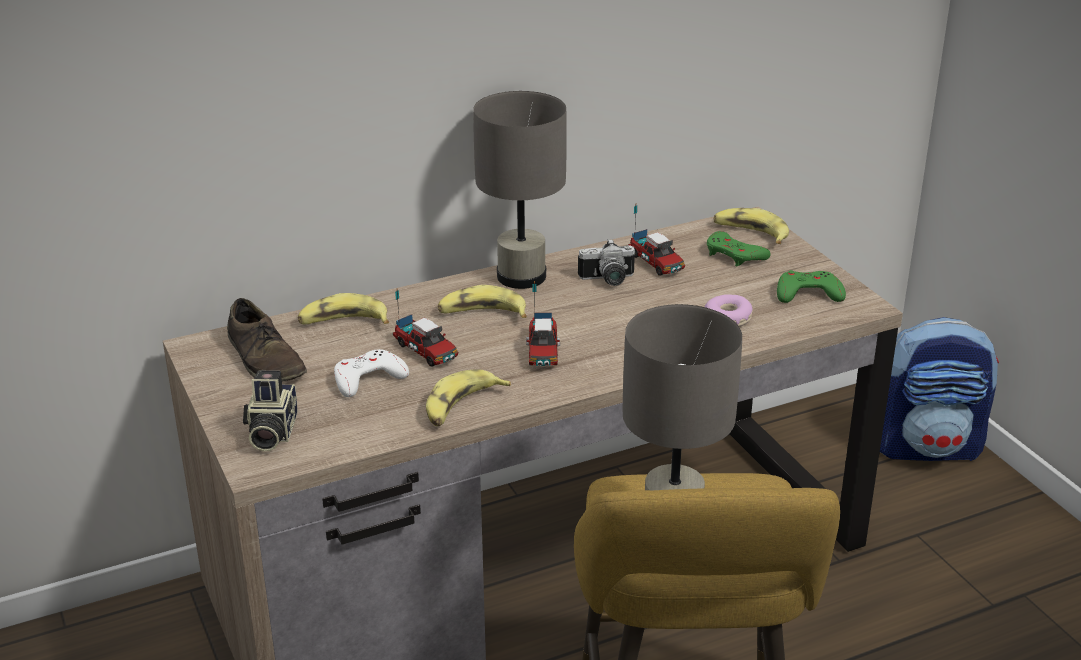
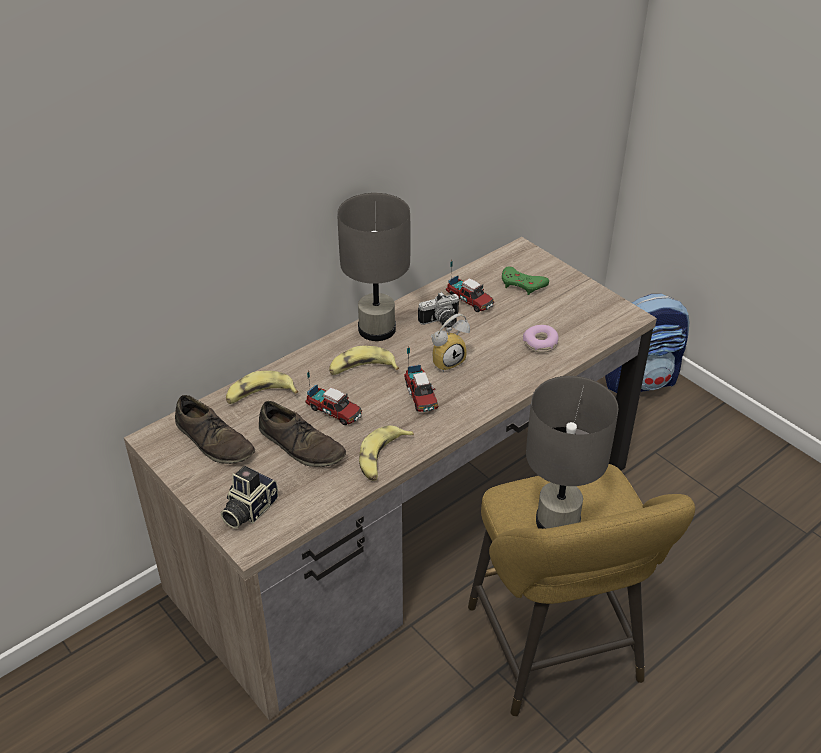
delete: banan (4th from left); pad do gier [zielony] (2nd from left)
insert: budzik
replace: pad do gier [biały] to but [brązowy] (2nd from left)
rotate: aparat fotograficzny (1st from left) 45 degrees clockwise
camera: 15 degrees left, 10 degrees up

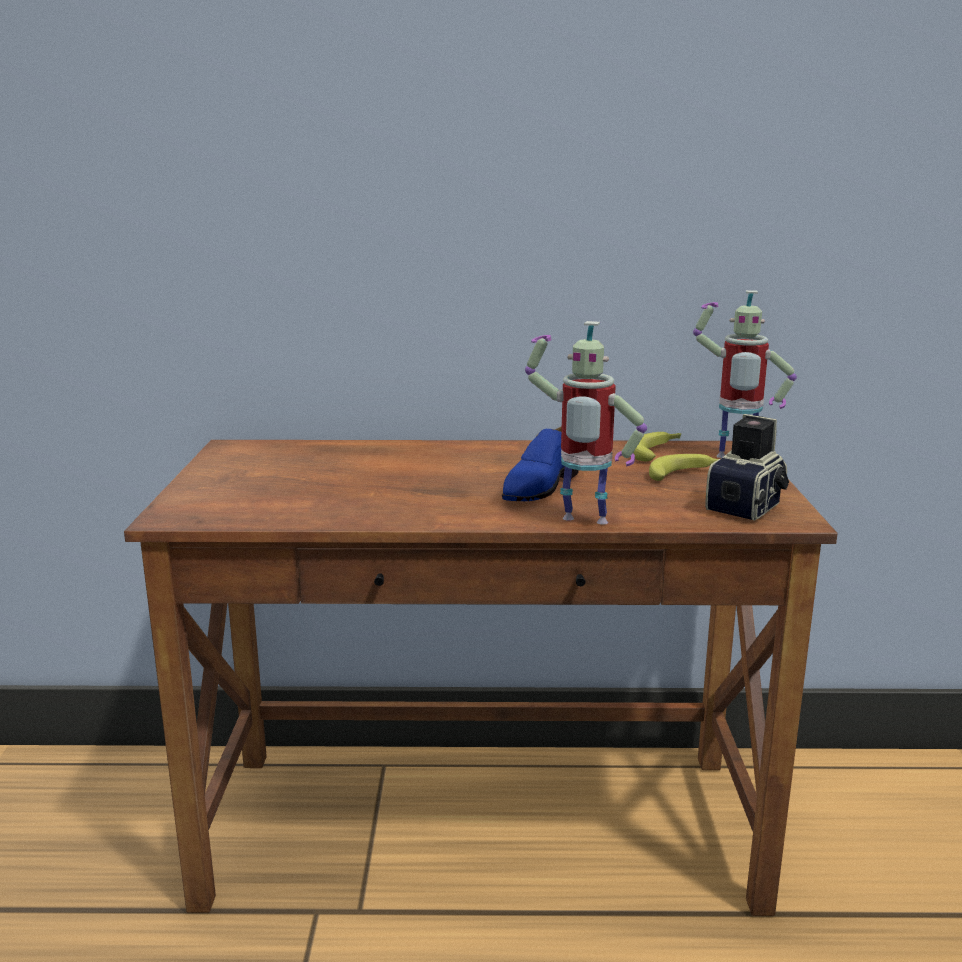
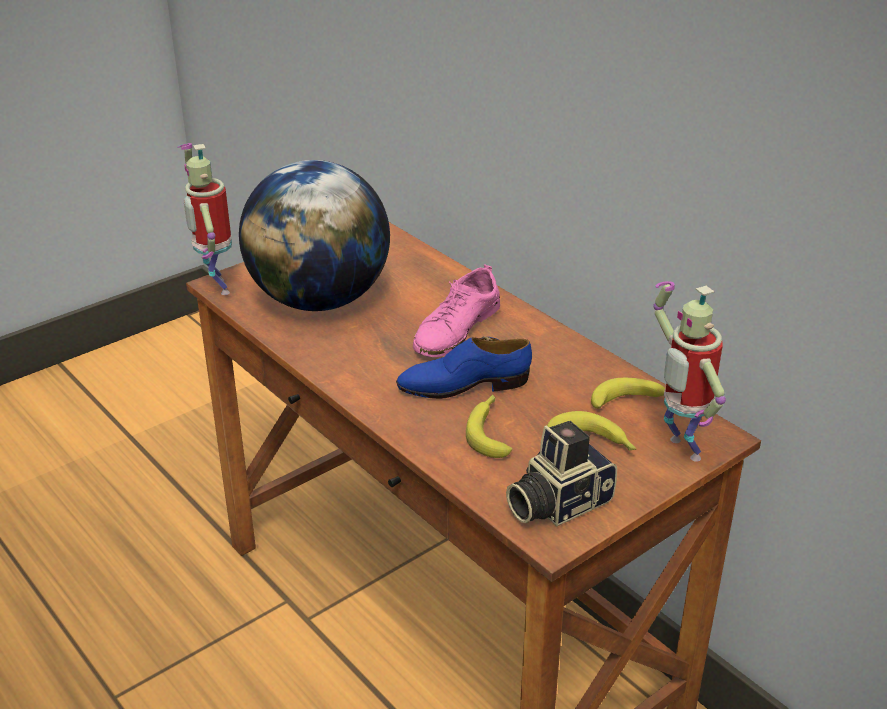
insert: globus; but [różowy]; banan (1st from left)
move: robot zabawkowy (1st from left)
rotate: aparat fotograficzny 150 degrees clockwise
camera: 50 degrees right, 15 degrees up

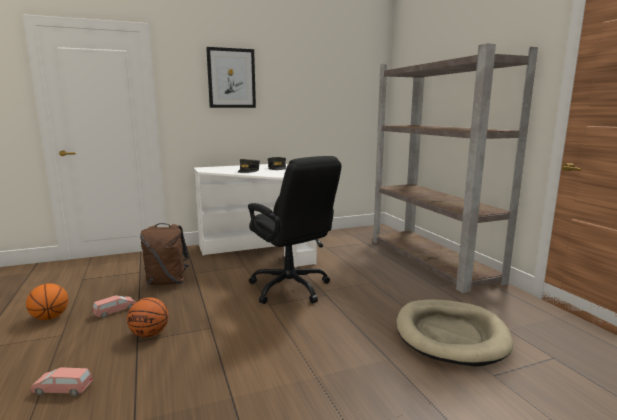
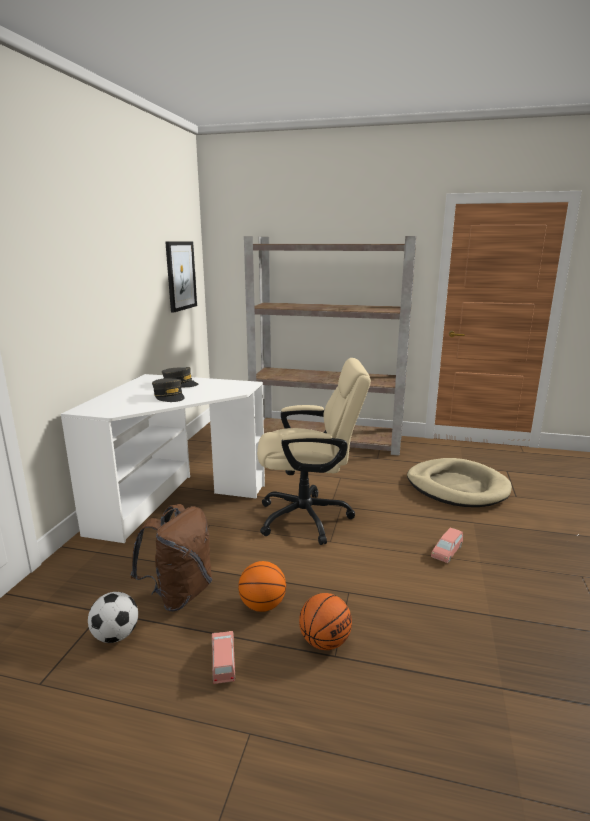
insert: piłka futbolowa
move: obraz; piłka do koszykówki (1st from left); samochodzik [różowy] (1st from left in the first image) to samochodzik [różowy] (2nd from left)
recolor: krzesło biurowe [czarny] to krzesło biurowe [beżowy]
camera: 55 degrees left, 5 degrees up

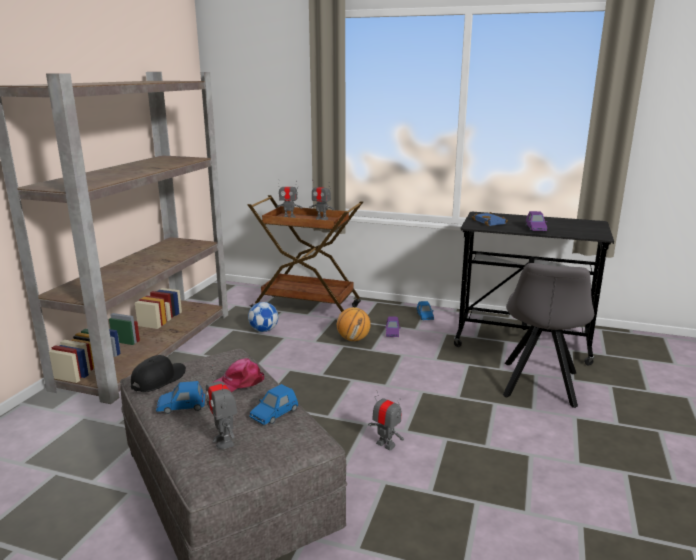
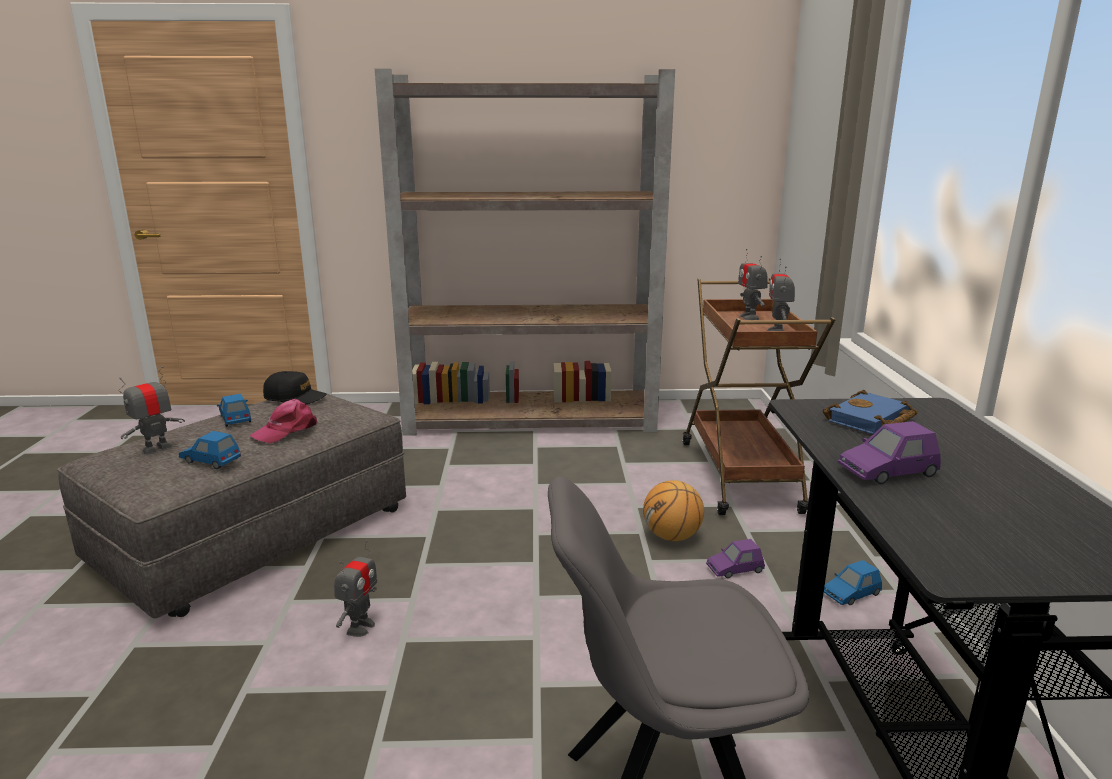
delete: piłka futbolowa
rotate: czapka z daszkiem [różowy] 90 degrees counterclockwise
camera: 70 degrees right, 0 degrees up

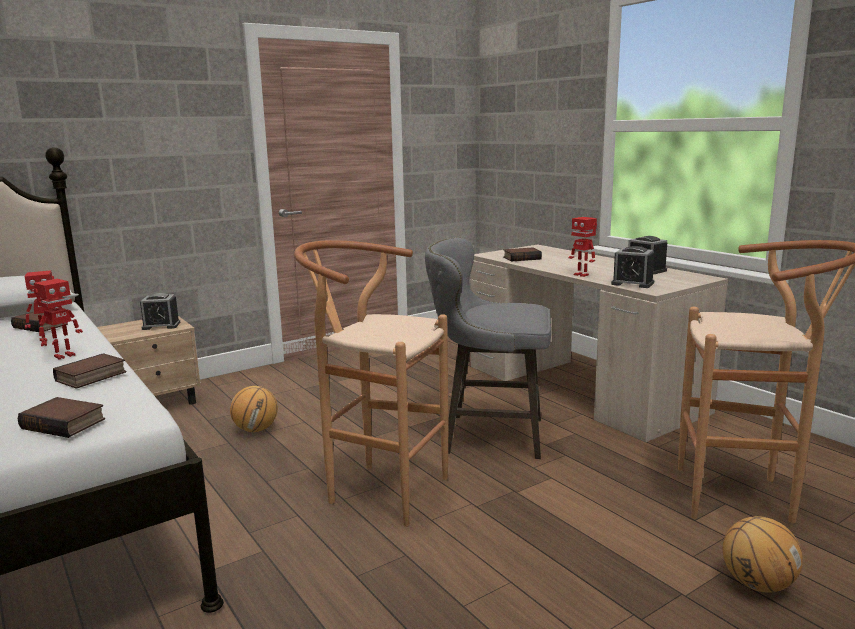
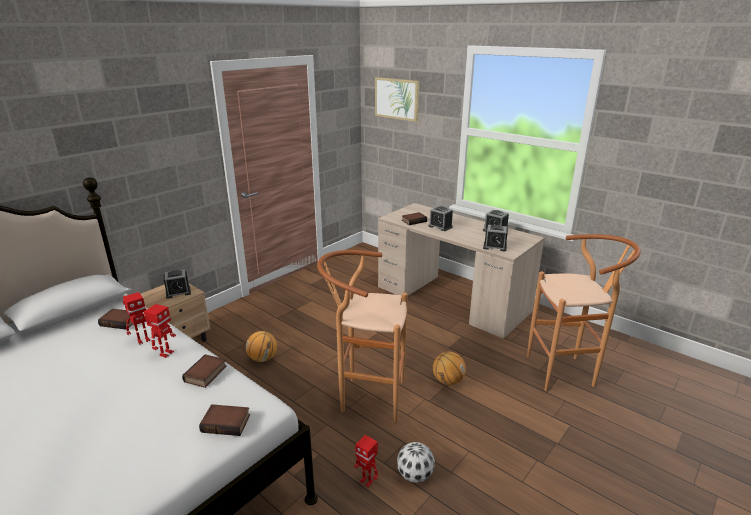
delete: stołek [szary]
insert: obraz; budzik (2nd from left); piłka futbolowa
move: robot zabawkowy (3rd from left); piłka do koszykówki (2nd from left)
camera: 15 degrees left, 10 degrees up

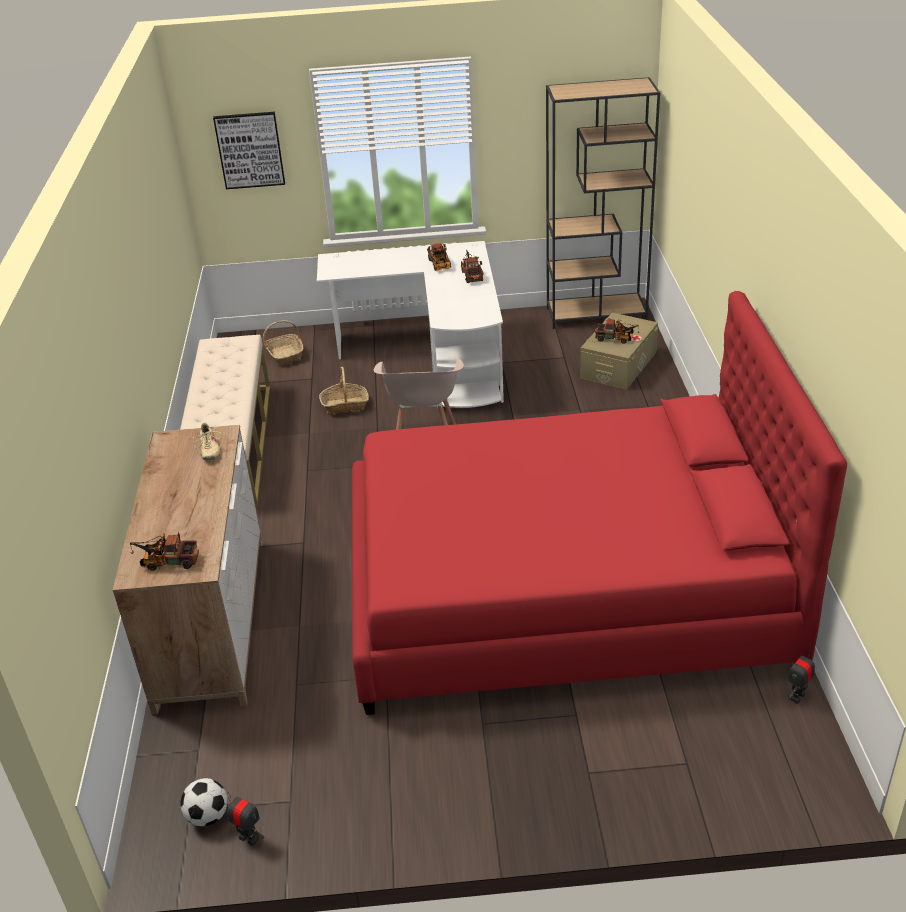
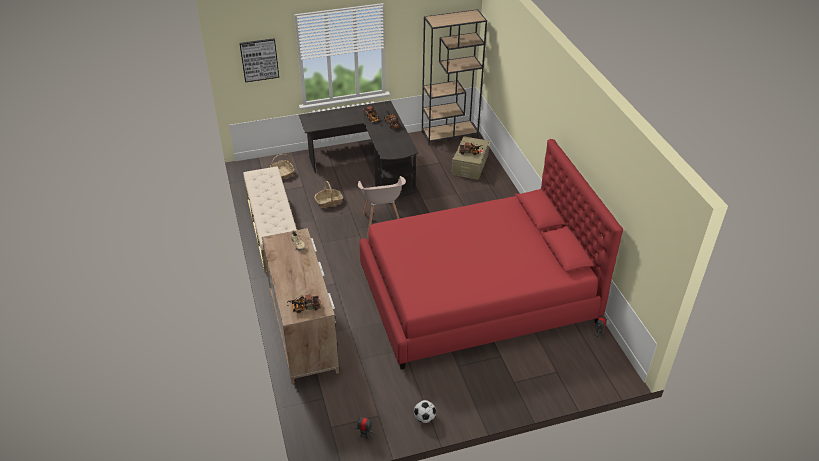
move: piłka futbolowa
recolor: biurko [biały] to biurko [czarny]
camera: 15 degrees left, 5 degrees up

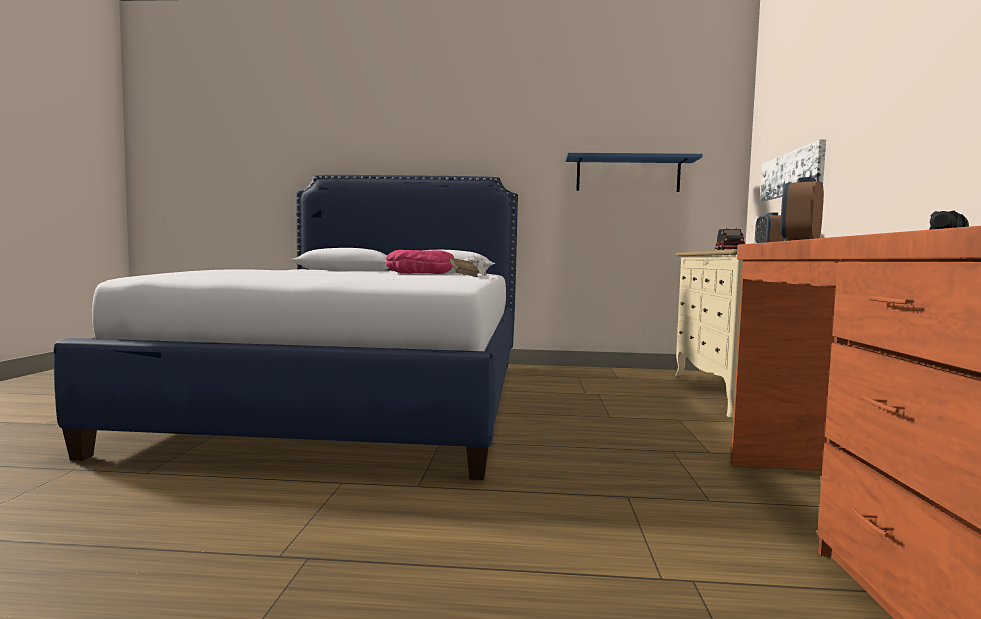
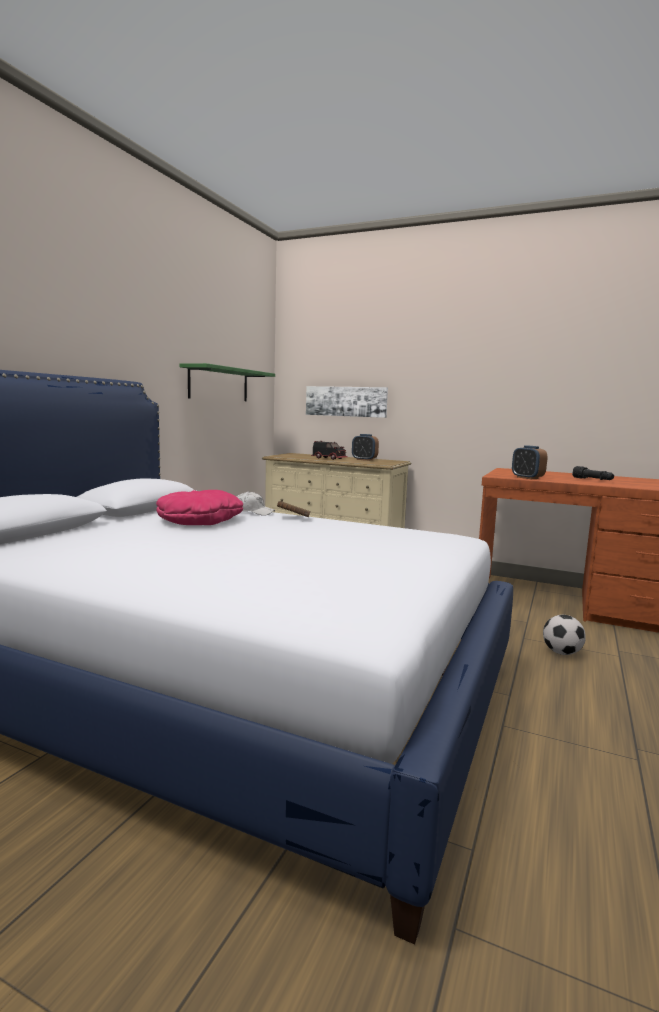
insert: piłka futbolowa
recolor: półka [niebieski] to półka [zielony]
camera: 70 degrees left, 5 degrees up

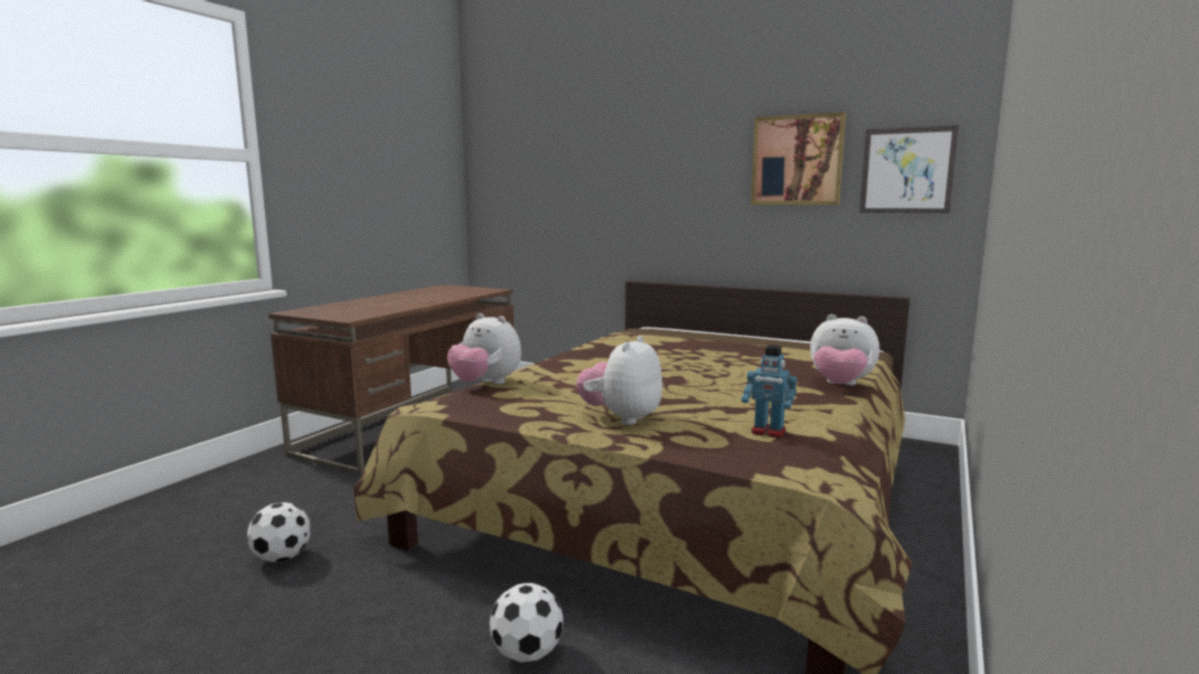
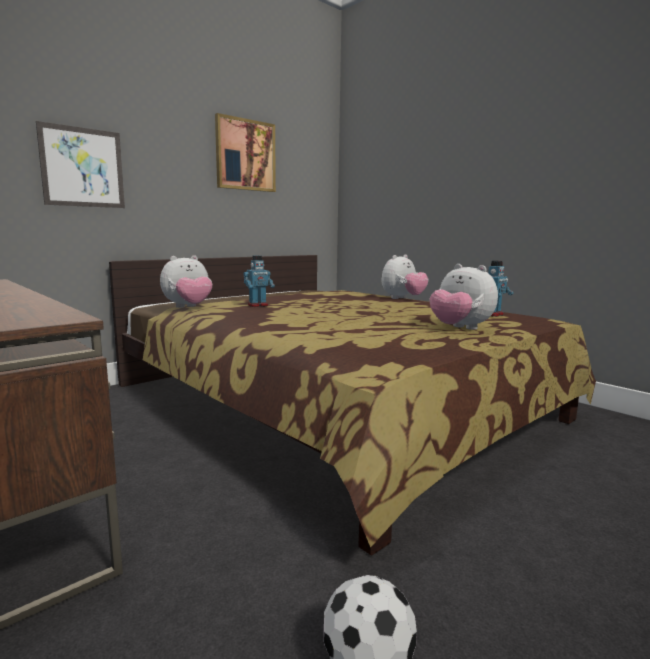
delete: piłka futbolowa (2nd from left)
insert: robot zabawkowy (1st from left)
move: obraz (2nd from left in the first image) to obraz (1st from left); pluszak (1st from left)
camera: 70 degrees left, 0 degrees up

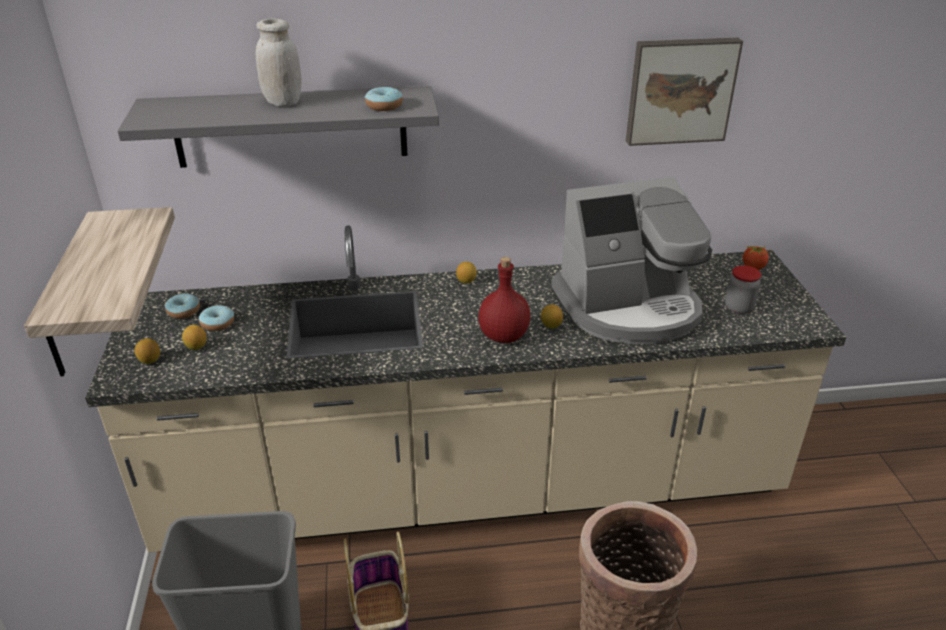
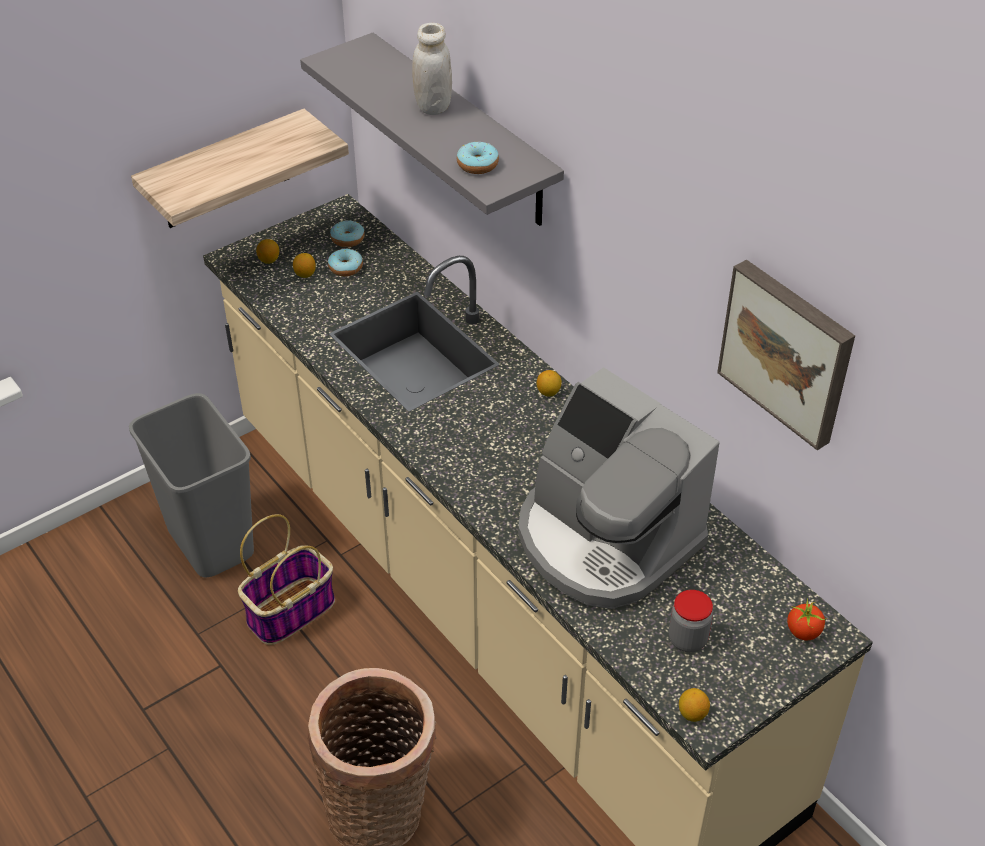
delete: butelka [czerwony]
move: cytryna (4th from left)
camera: 60 degrees right, 10 degrees up

